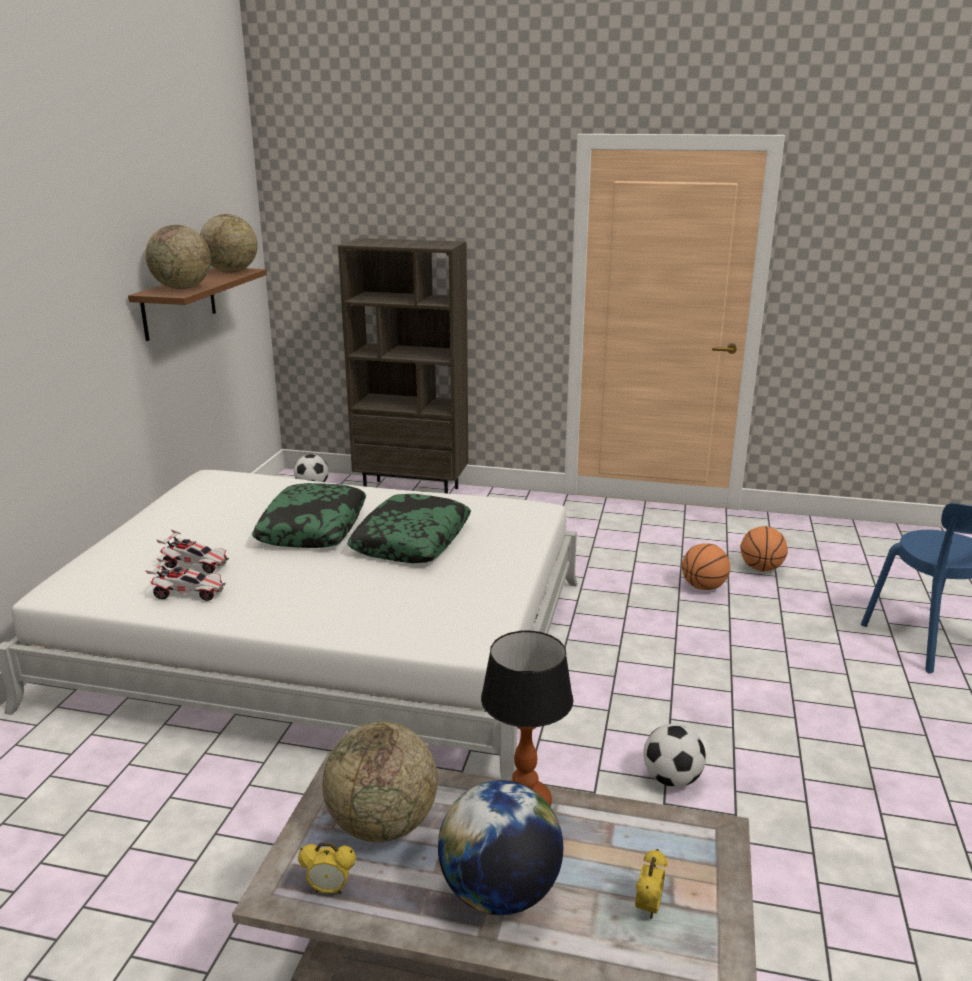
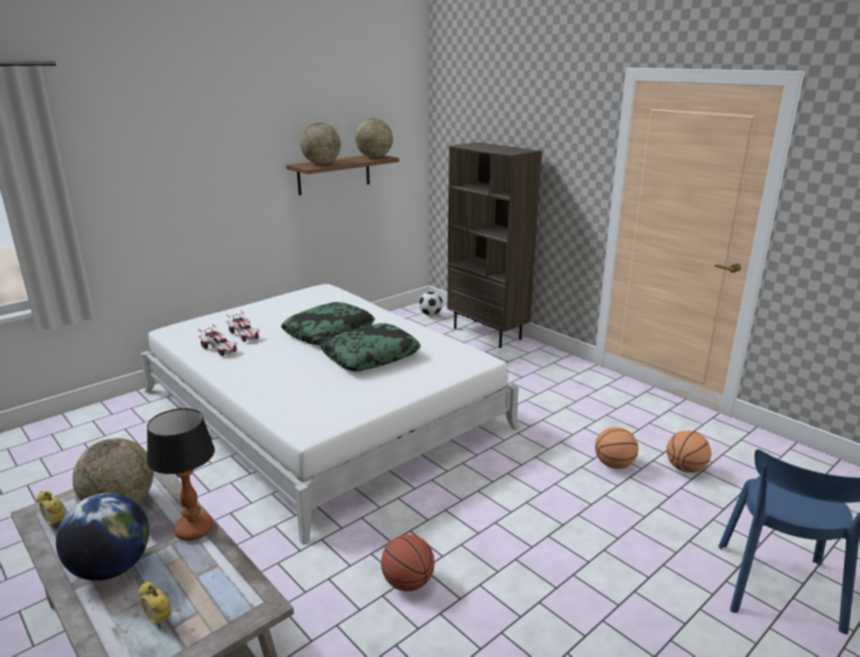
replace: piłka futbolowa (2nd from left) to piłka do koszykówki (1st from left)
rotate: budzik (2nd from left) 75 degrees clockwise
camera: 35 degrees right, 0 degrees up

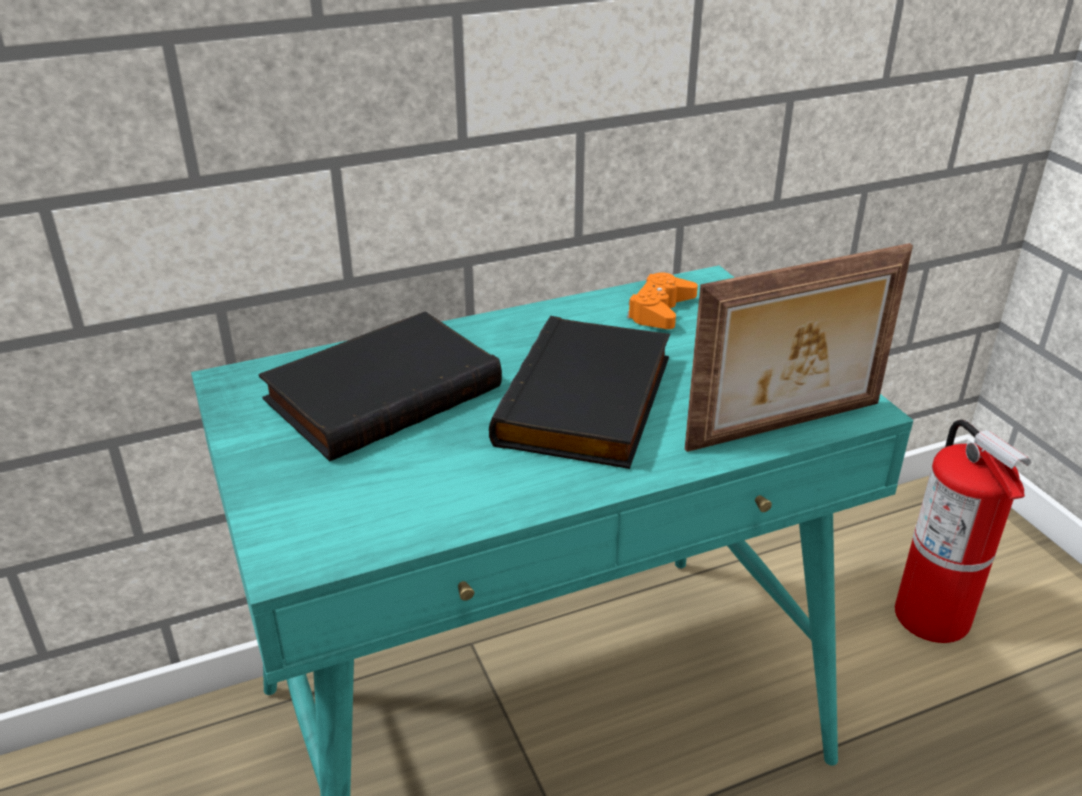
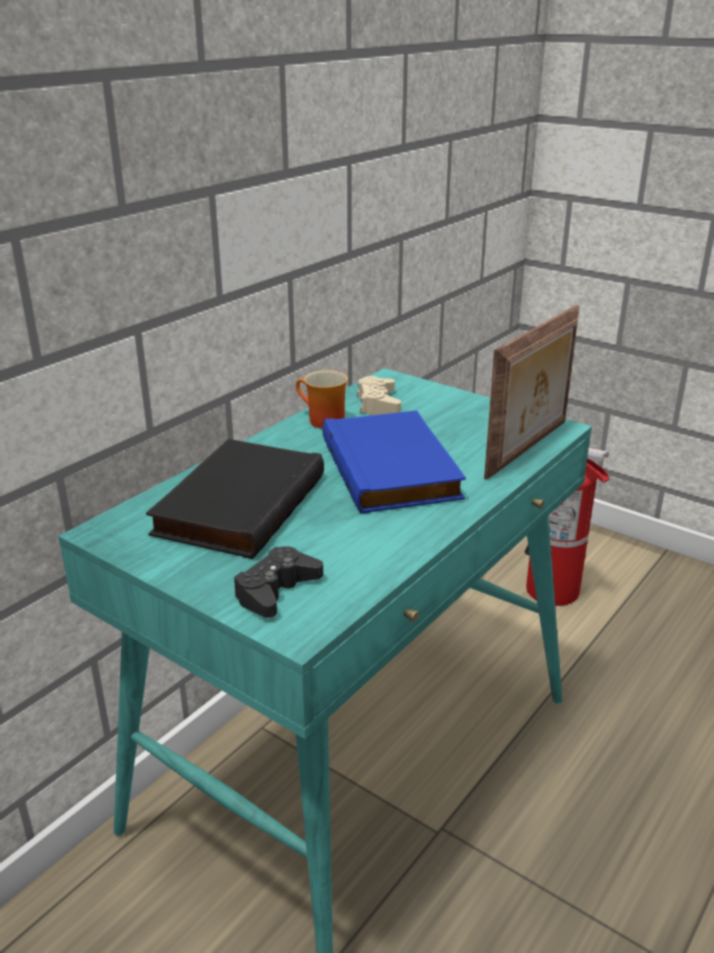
insert: kubek; pad do gier [czarny]
recolor: pad do gier [pomarańczowy] to pad do gier [beżowy]; książka [czarny] (2nd from left) to książka [niebieski]
camera: 30 degrees left, 5 degrees down

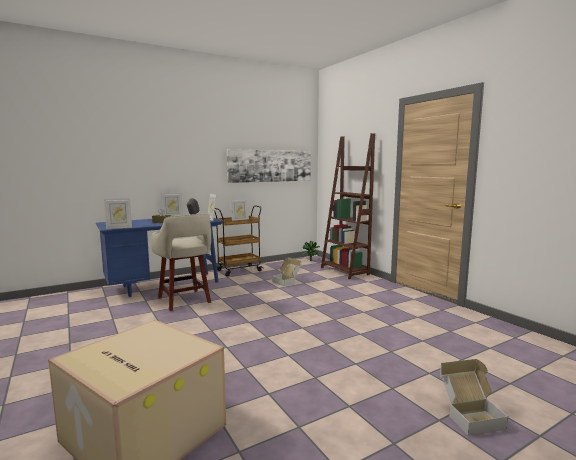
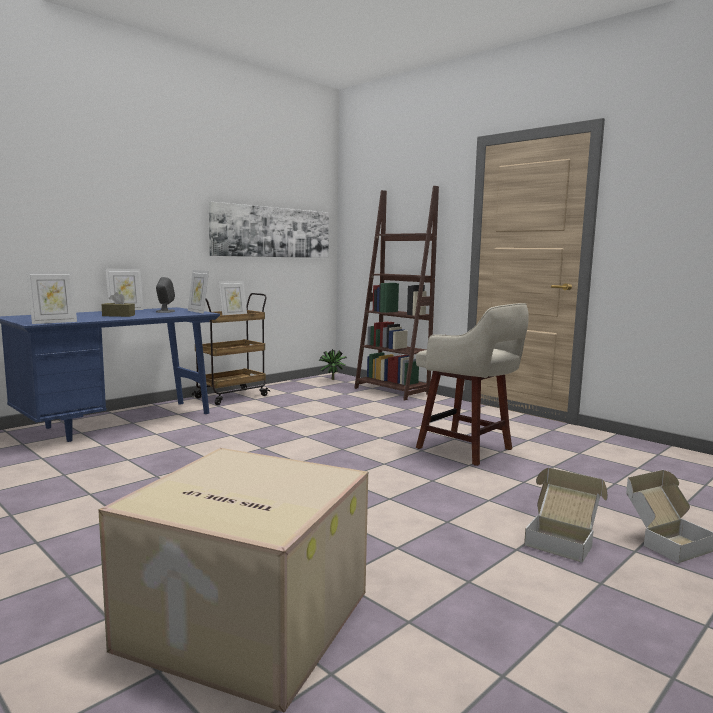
move: stołek [beżowy]; karton (2nd from left)
camera: 15 degrees left, 0 degrees up

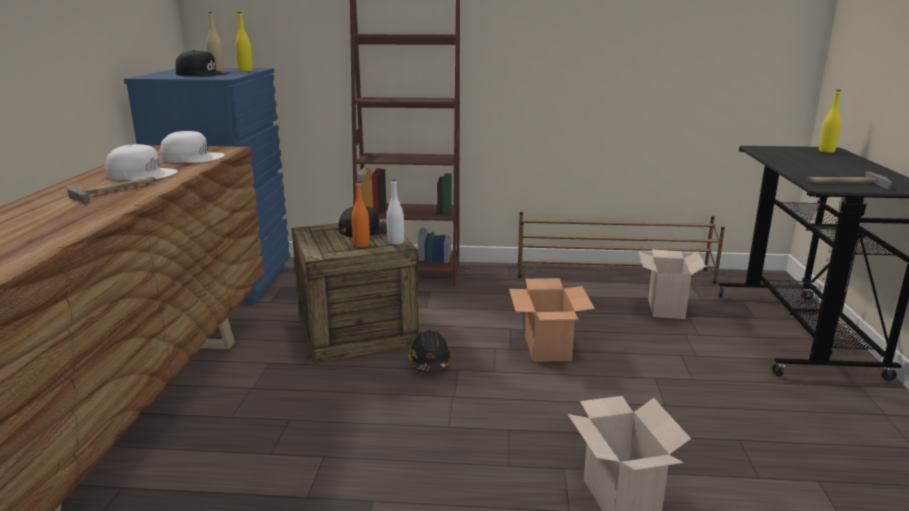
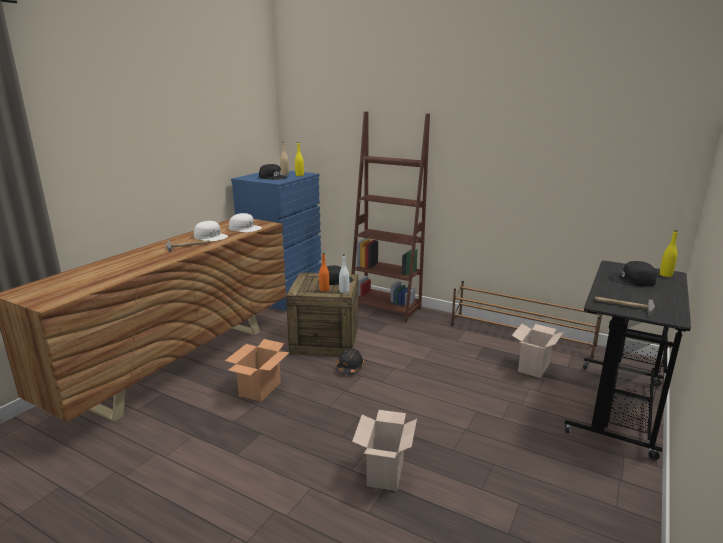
insert: czapka z daszkiem [czarny] (3rd from left)
move: karton (1st from left)
camera: 25 degrees right, 0 degrees up

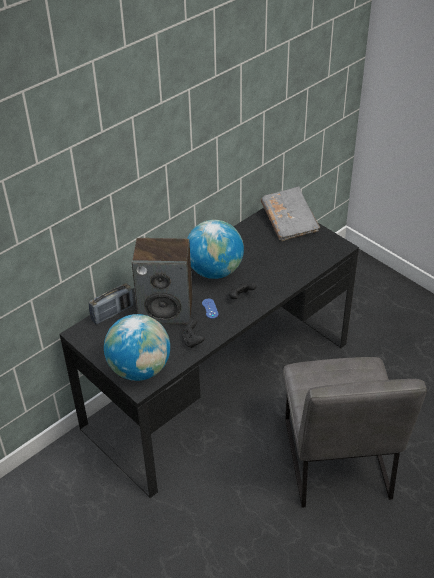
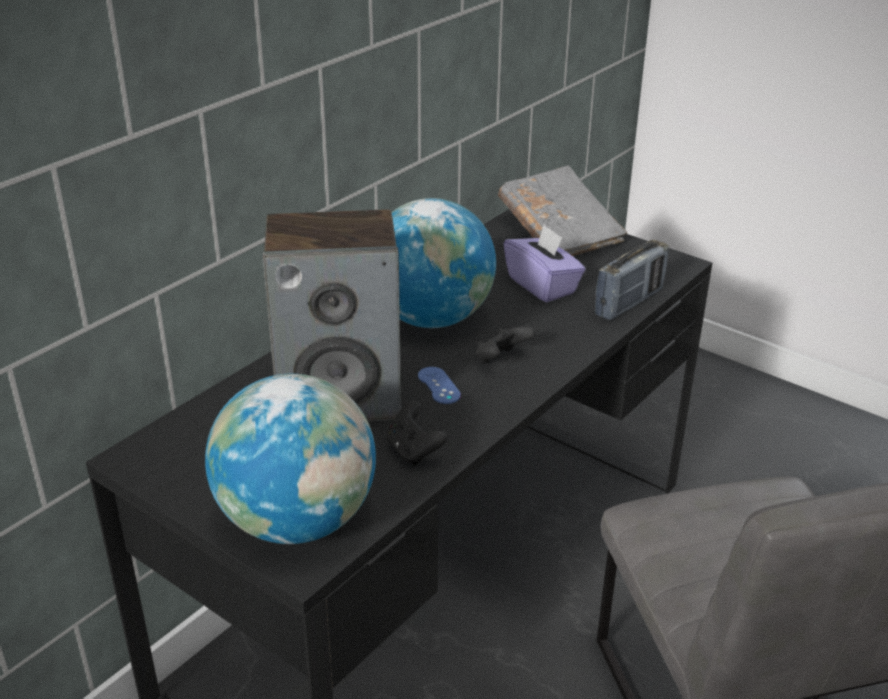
insert: pudełko chusteczek [fioletowy]
move: radio
camera: 10 degrees left, 10 degrees down

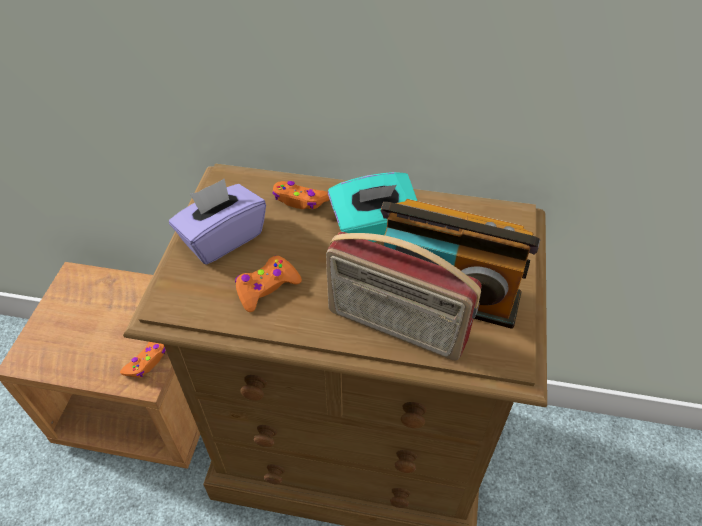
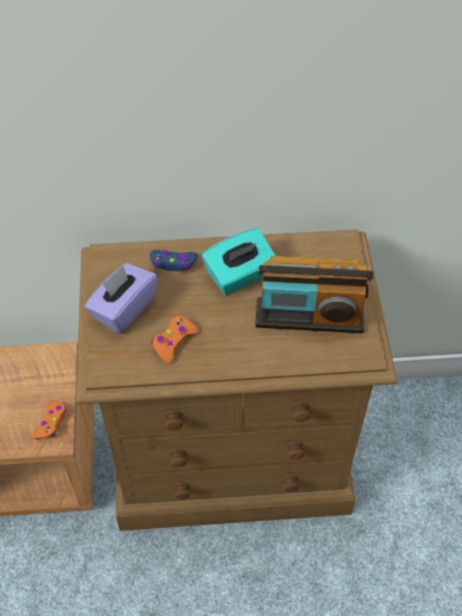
delete: radio (1st from left)
recolor: pad do gier [pomarańczowy] (3rd from left) to pad do gier [niebieski]
camera: 15 degrees left, 5 degrees up

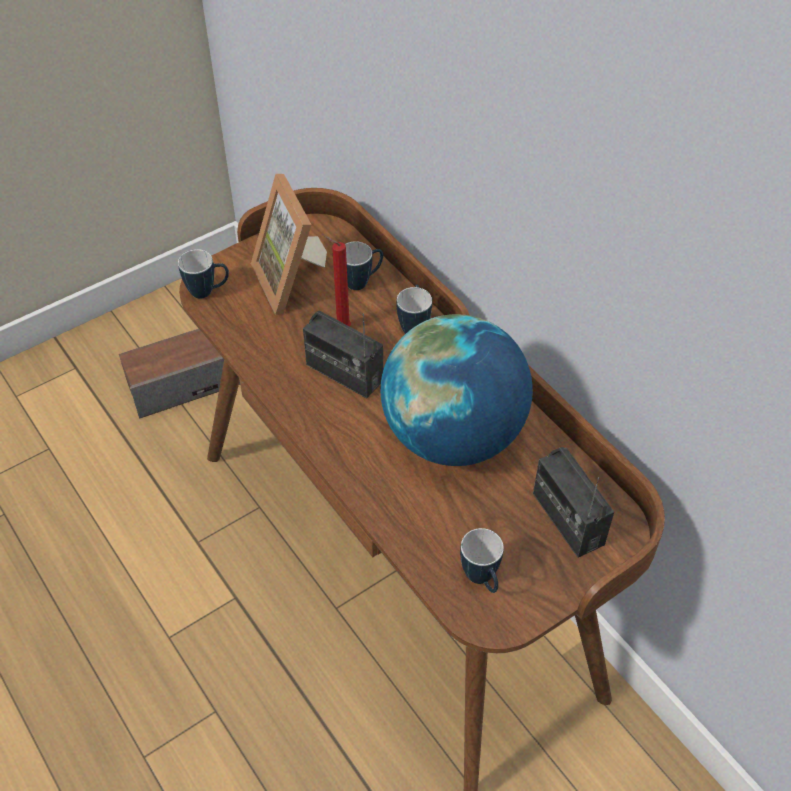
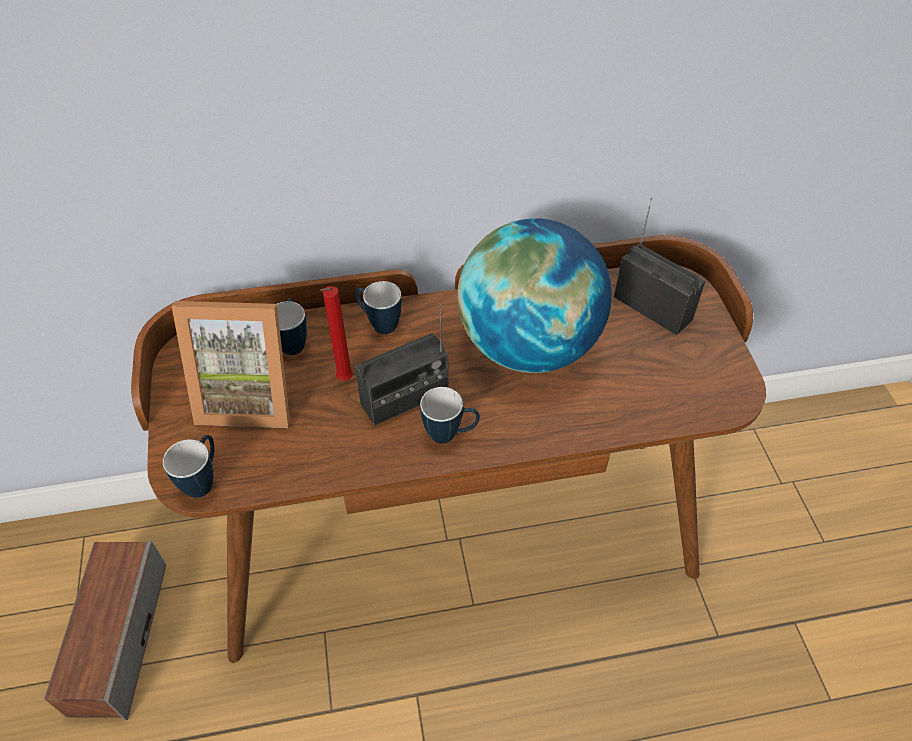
move: kubek (4th from left)
rotate: radio (2nd from left) 135 degrees counterclockwise
camera: 65 degrees left, 0 degrees up

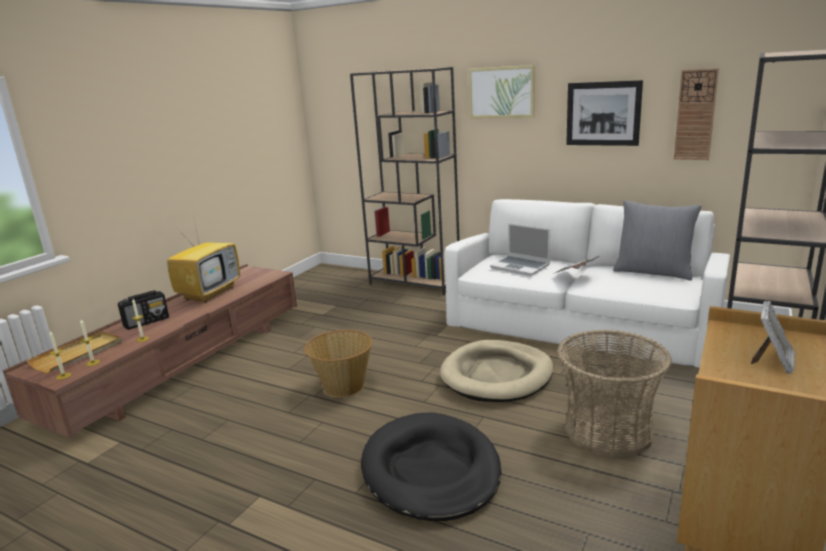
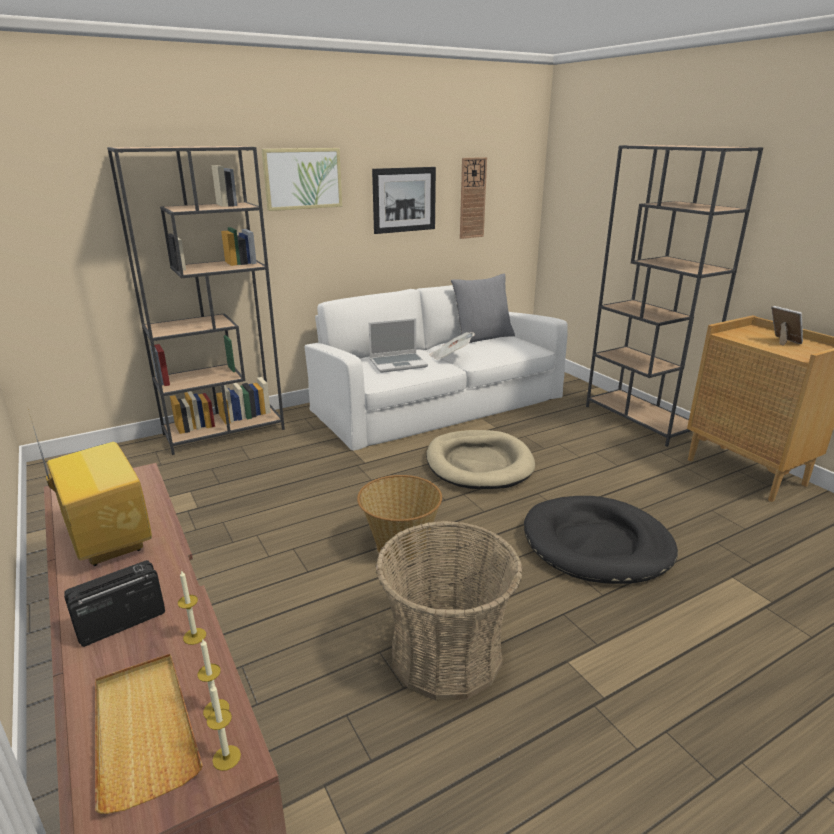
move: koszyk (2nd from left)
rotate: radio 120 degrees counterclockwise
camera: 60 degrees left, 5 degrees up

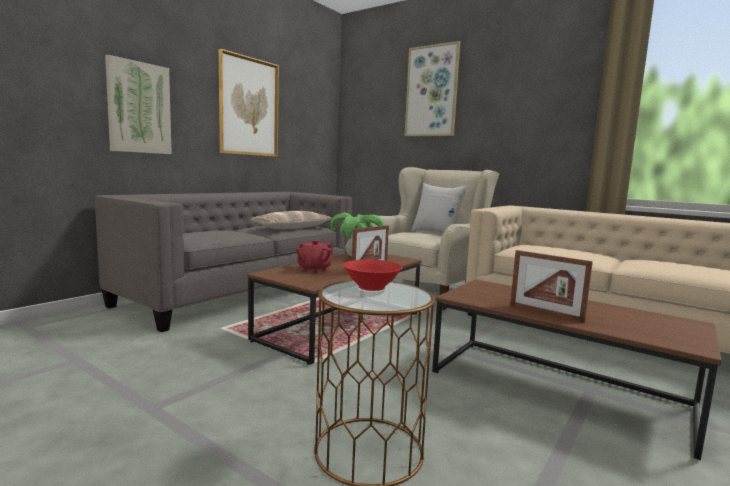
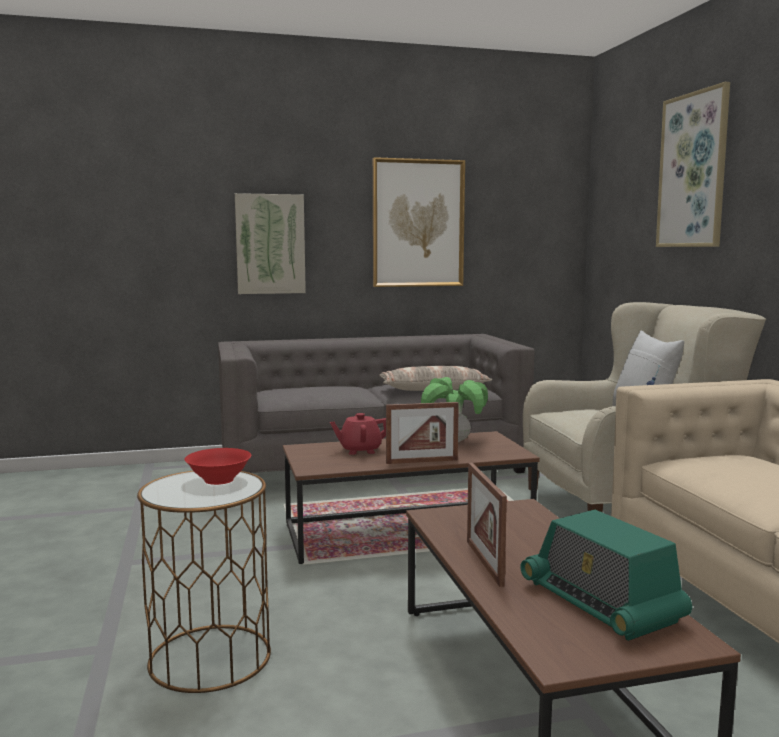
insert: radio
camera: 40 degrees right, 0 degrees up

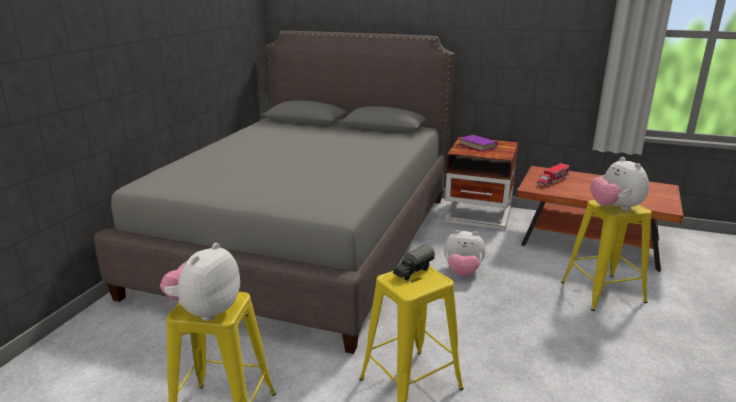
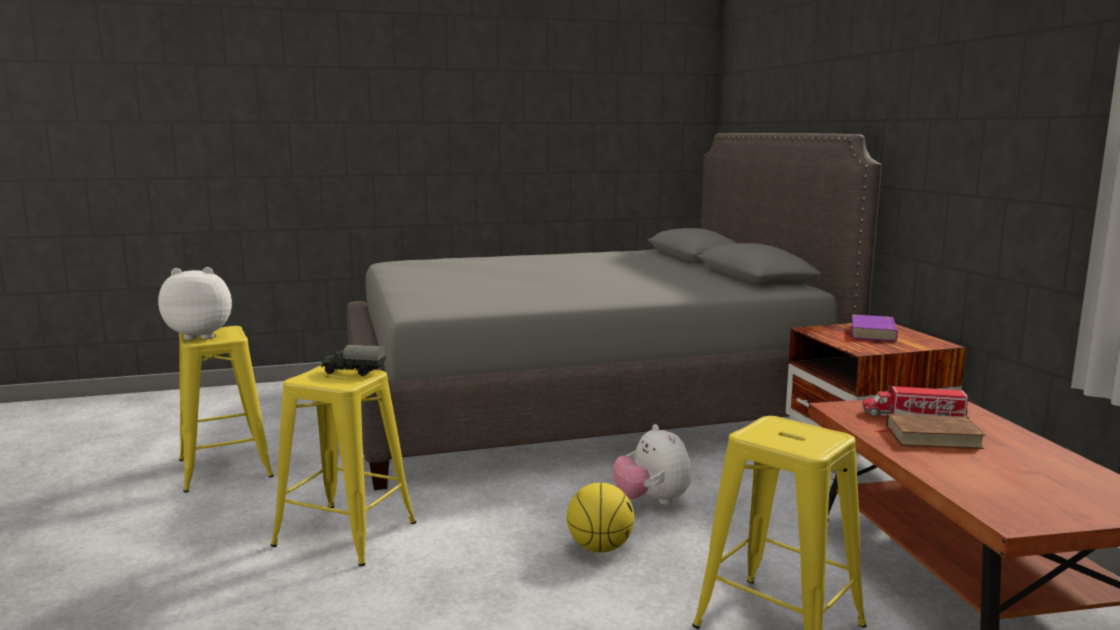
delete: pluszak (3rd from left)
insert: książka [brązowy]; piłka do koszykówki
camera: 55 degrees right, 10 degrees down

